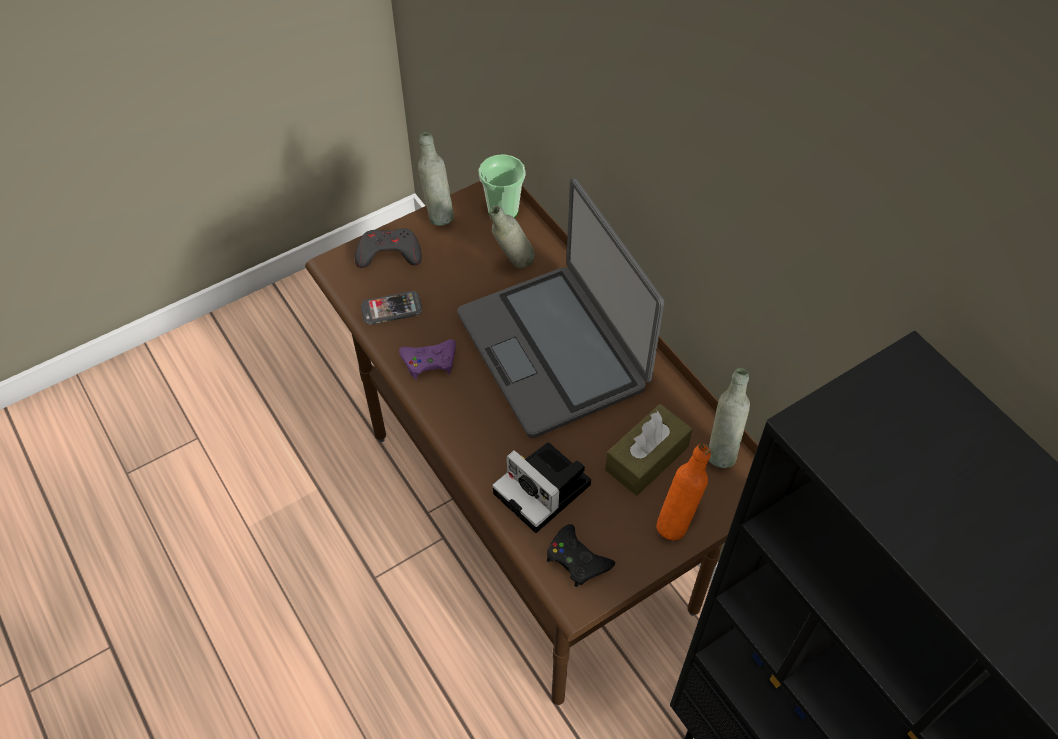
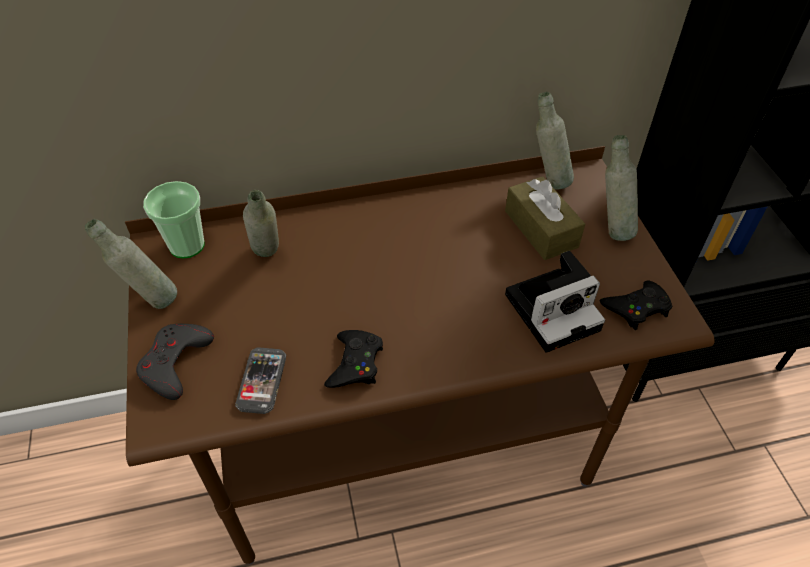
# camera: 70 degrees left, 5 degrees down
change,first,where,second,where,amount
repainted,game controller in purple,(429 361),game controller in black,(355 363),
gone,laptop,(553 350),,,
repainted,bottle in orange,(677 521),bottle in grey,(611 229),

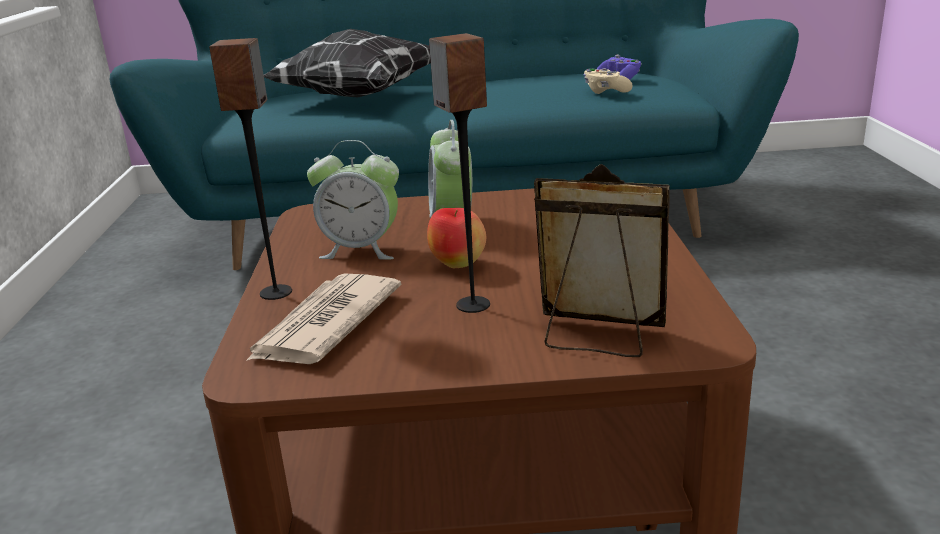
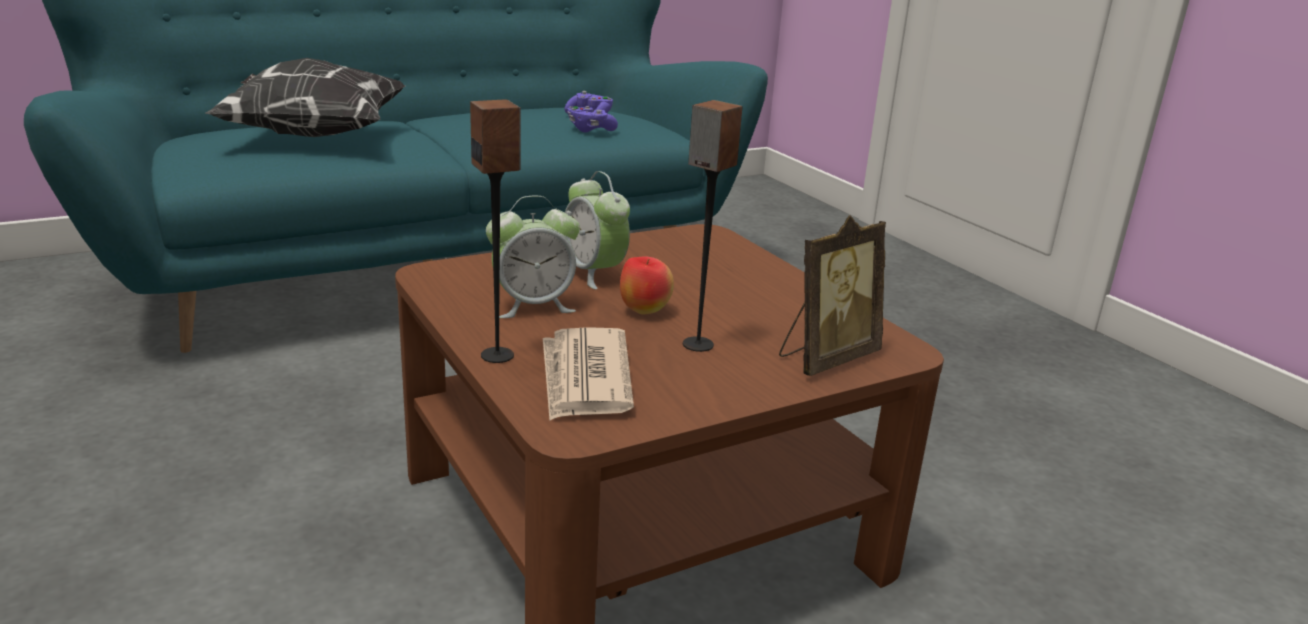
# camera: 30 degrees left, 0 degrees up
change,first,where,second,where,amount
rotated,picture frame,(598 337),,(825 358),150 degrees clockwise
repainted,game controller in beige,(605 91),game controller in purple,(590 130),

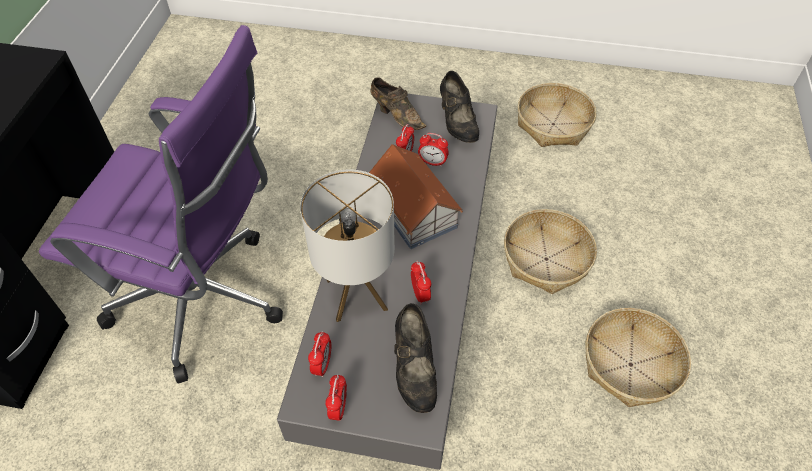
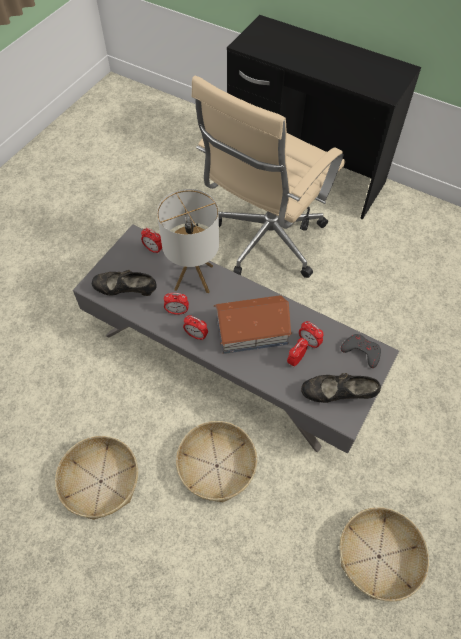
# camera: 110 degrees right, 5 degrees up
change,first,where,second,where,amount
repainted,office chair in purple,(206 302),office chair in beige,(265 243),
shifted,alarm clock,(338 408),,(196 335),
swapped,shoe in brown,(396 115),game controller in grey,(361 351),

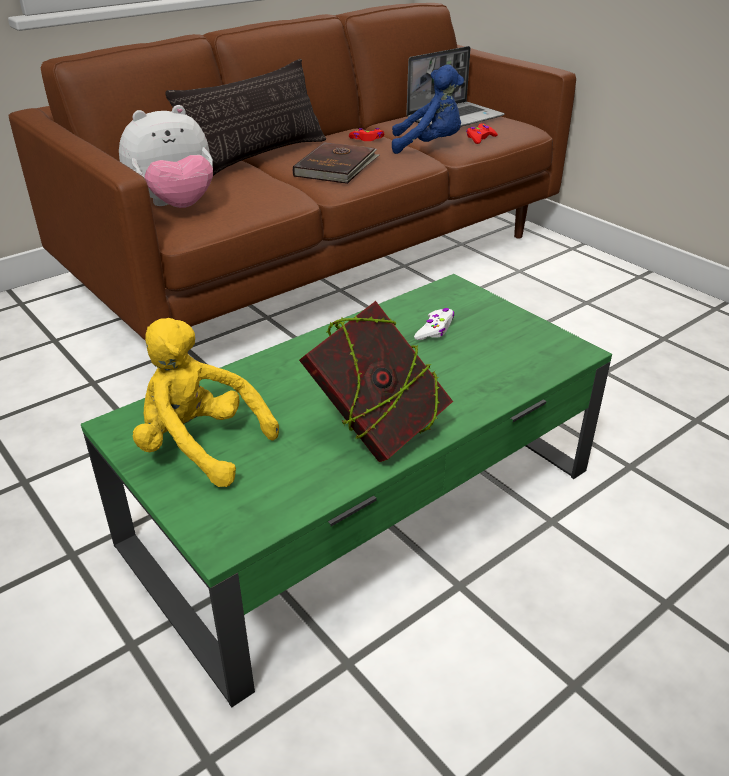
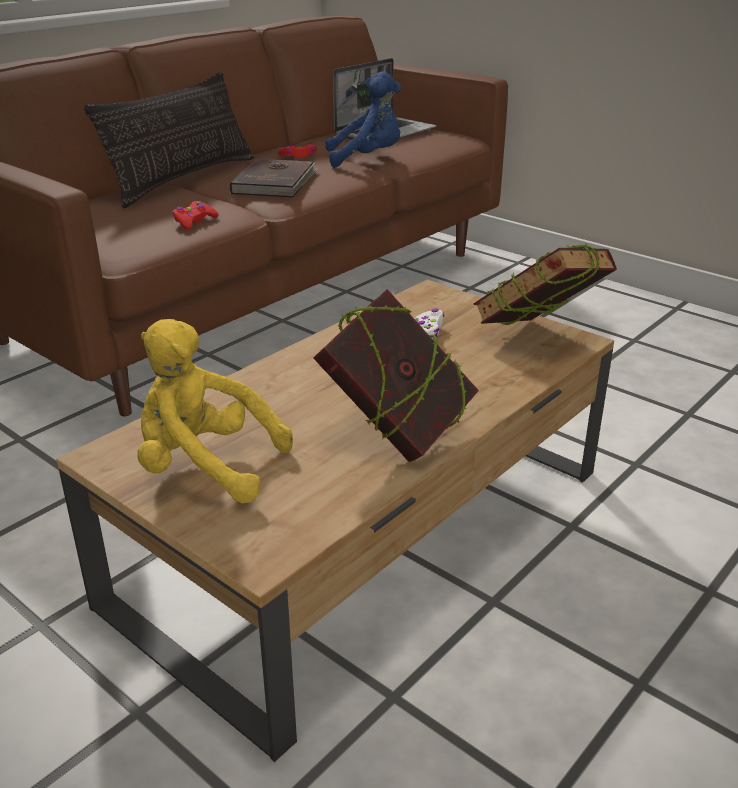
# camera: 10 degrees left, 5 degrees down
change,first,where,second,where,amount
repainted,coffee table in green,(365 505),coffee table in brown,(369 532),
gone,plush toy,(176 206),,,
shifted,game controller in red,(480 138),,(194 221),
new,,,book,(538 338),

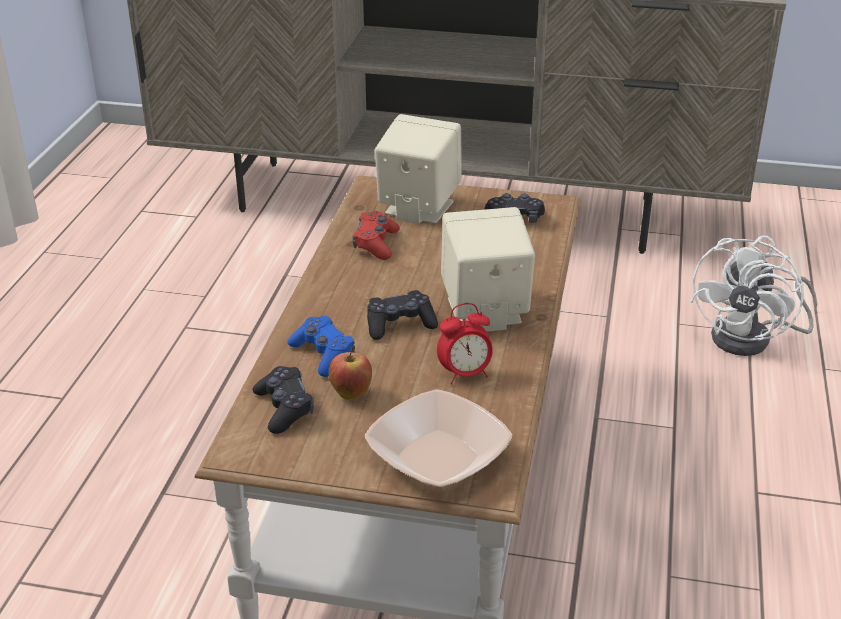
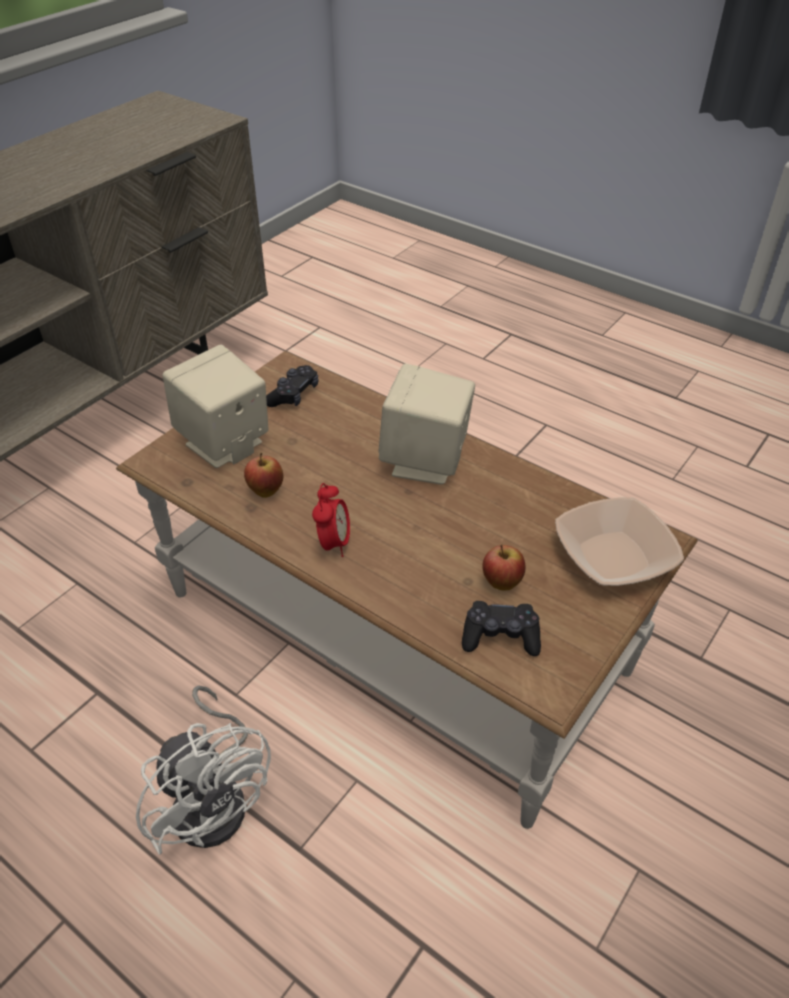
# camera: 65 degrees left, 10 degrees up
change,first,where,second,where,amount
gone,game controller in blue,(323 354),,,
swapped,game controller in red,(376 244),apple,(265 491),
gone,game controller in black,(400 324),,,
shifted,alarm clock,(465 374),,(334 543),
shifted,fan in white,(752 338),,(216 798),

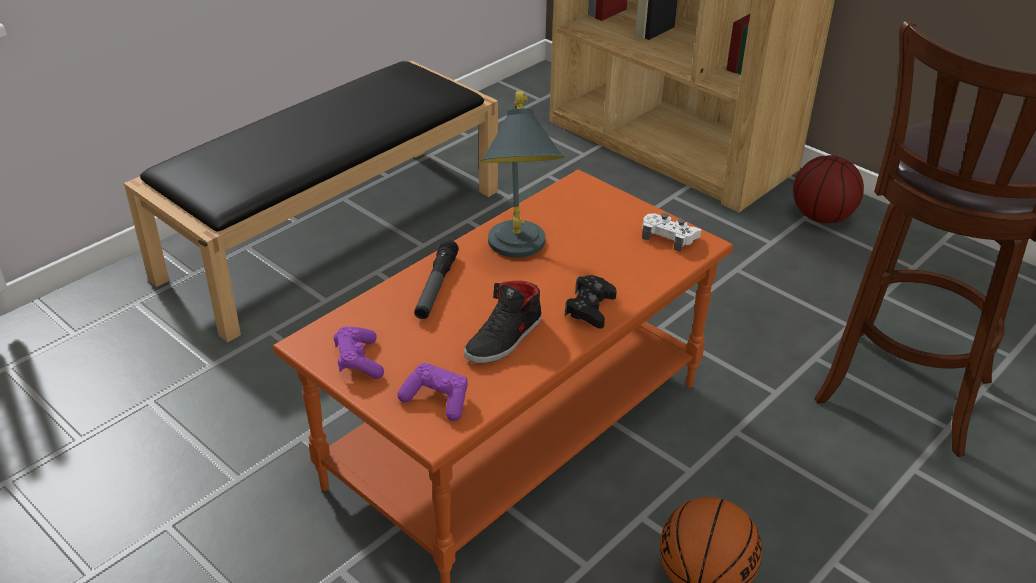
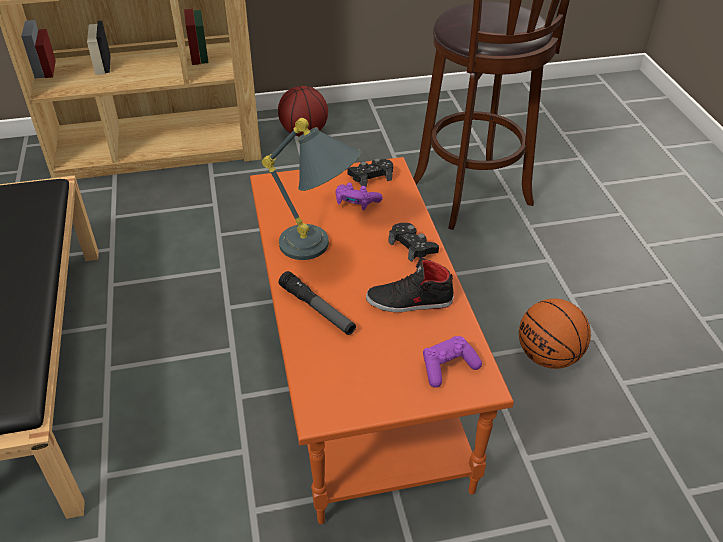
# camera: 55 degrees left, 5 degrees up
change,first,where,second,where,amount
shifted,game controller in purple,(359 361),,(356 203),
rotated,shoe in black,(505 339),,(409 301),105 degrees clockwise
repainted,game controller in white,(669 236),game controller in black,(371 176),

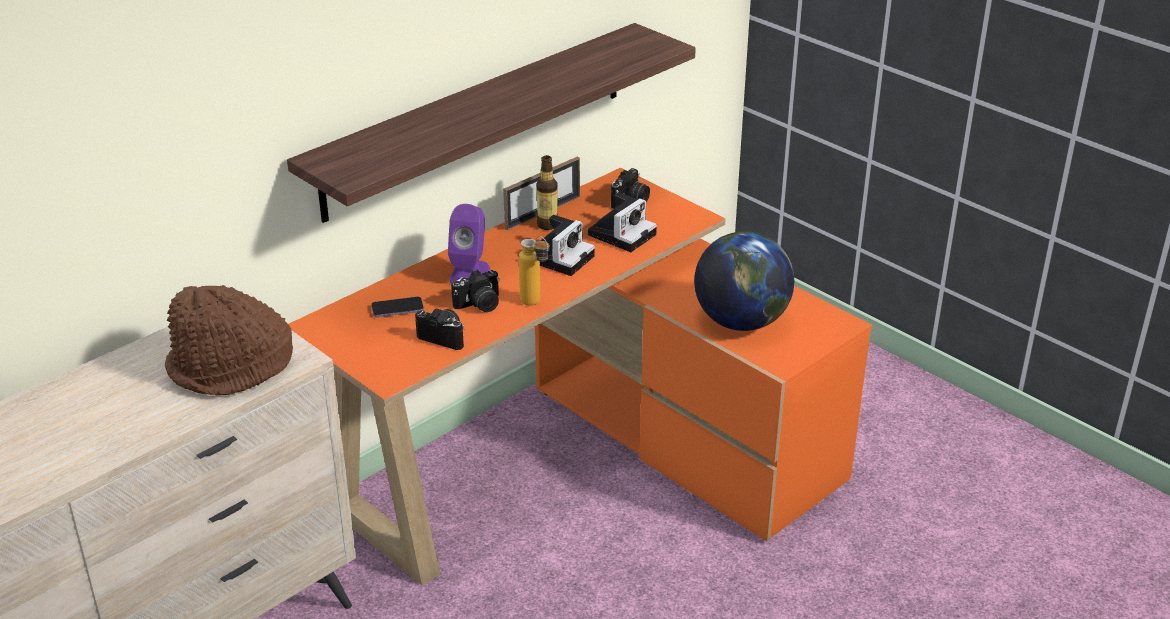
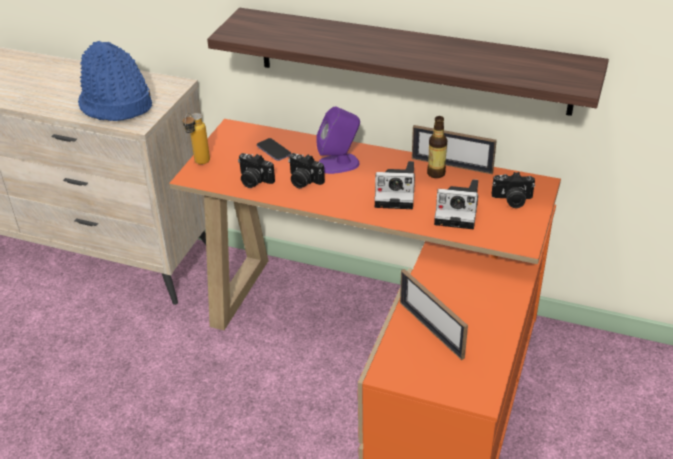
# camera: 65 degrees right, 5 degrees up
change,first,where,second,where,amount
repainted,hat in brown,(231 367),hat in blue,(115 105),
rotated,photo camera,(444 337),,(254 181),120 degrees clockwise
shifted,bottle,(536 304),,(199 164),
swapped,globe,(741 321),picture frame,(431 329),

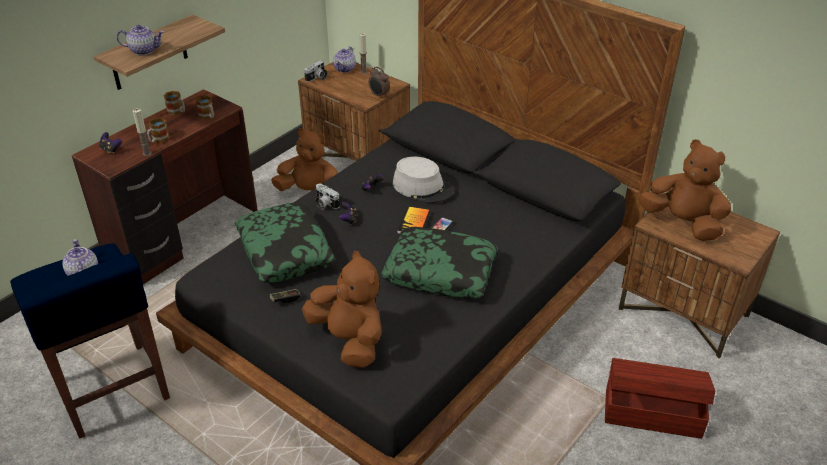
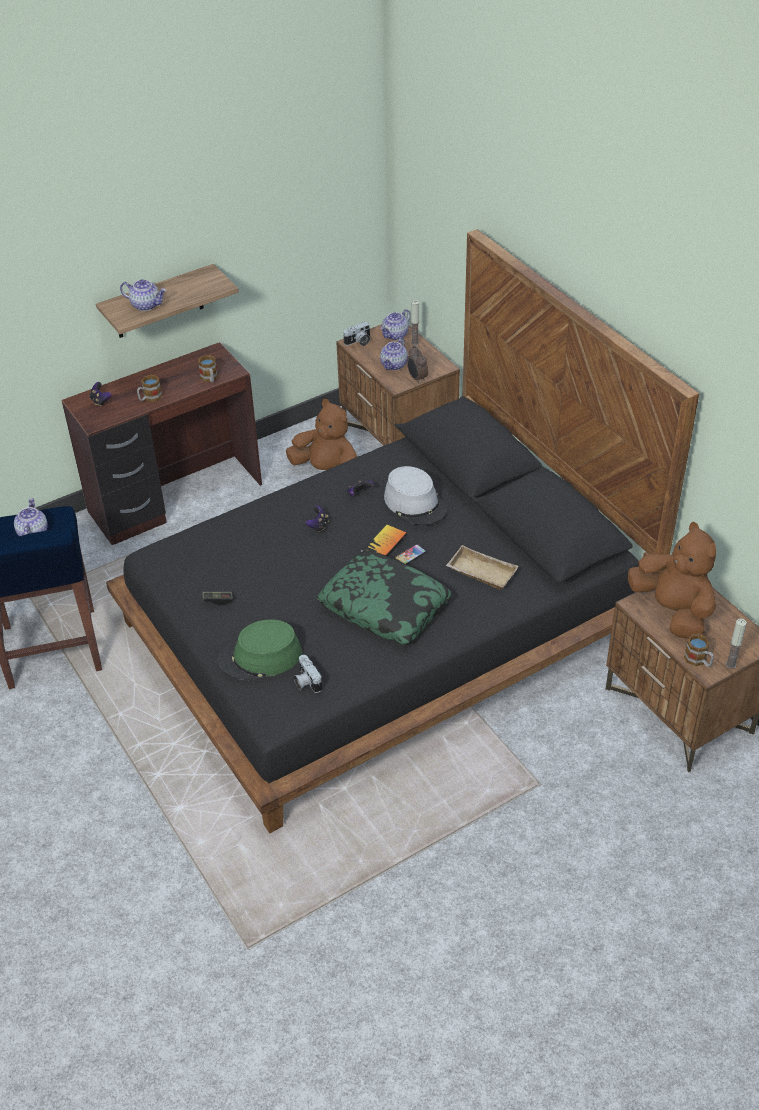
# camera: 20 degrees right, 5 degrees up
change,first,where,second,where,amount
shifted,candle,(147 153),,(730 664),
shifted,mug,(177 112),,(698 661),
gone,pillow,(285 251),,,
swapped,plush toy in brown,(349 340),hat in green,(260 658),
shifted,photo camera,(325 204),,(306 682),
gone,storage box in brown,(651 412),,,
new,,,teapot,(394 365),
new,,,tray in beige,(480 573),

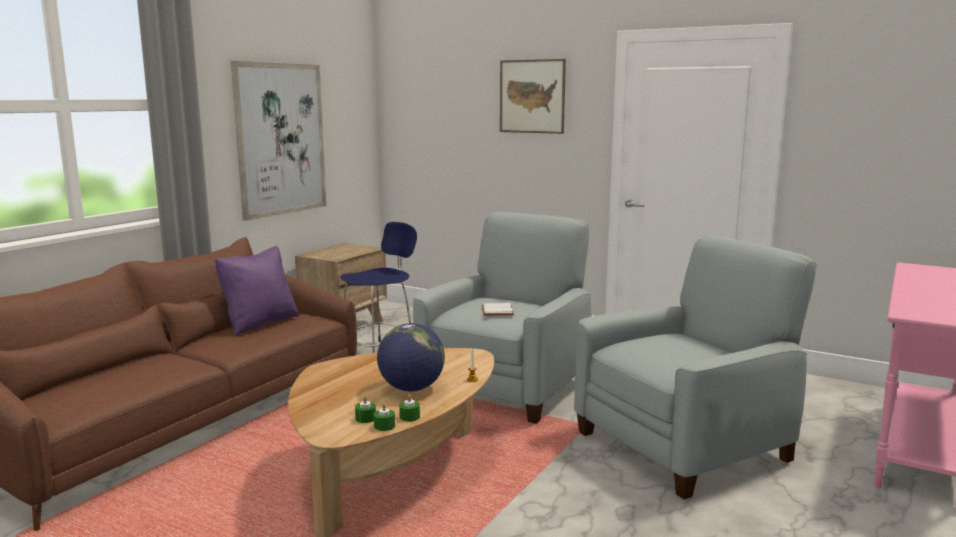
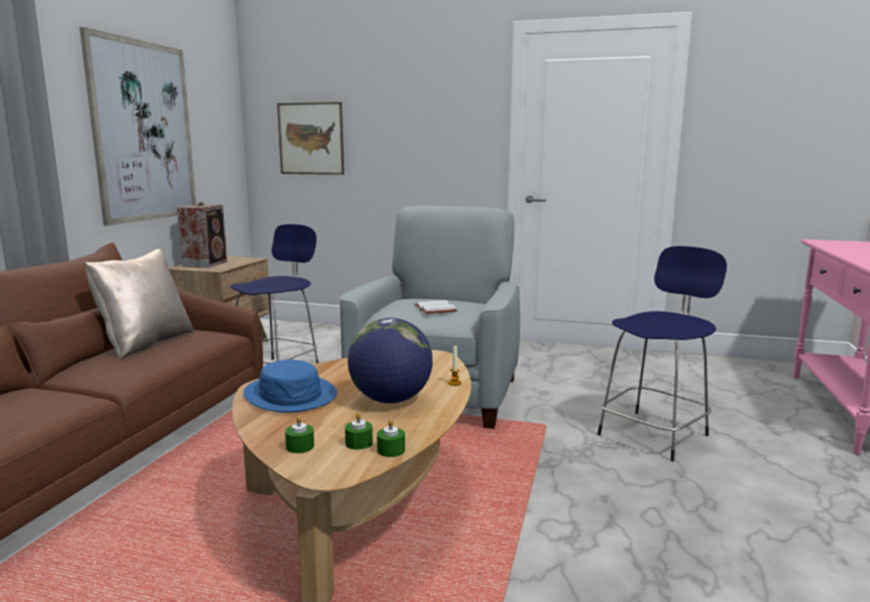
# camera: 15 degrees left, 0 degrees up
change,first,where,second,where,amount
repainted,pillow in purple,(259 323),pillow in beige,(145 343),
shifted,candle in green,(409 417),,(300 446),
shifted,picture,(532 96),,(311 138),
swapped,armchair in grey,(685 445),stool in blue,(655 433),
new,,,speaker,(206 264),
new,,,hat in blue,(290 395),

